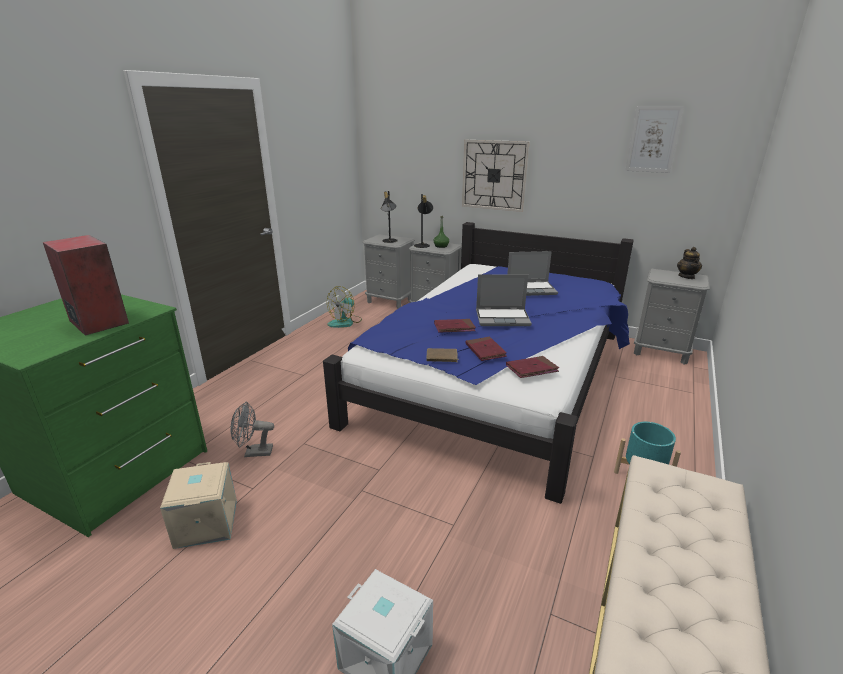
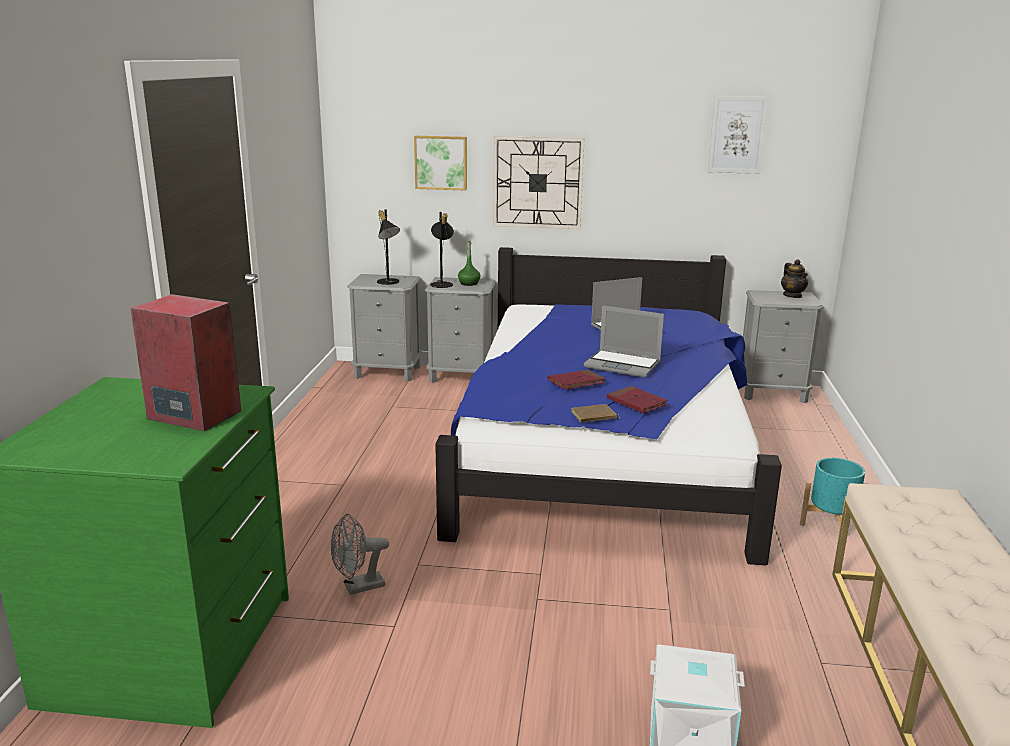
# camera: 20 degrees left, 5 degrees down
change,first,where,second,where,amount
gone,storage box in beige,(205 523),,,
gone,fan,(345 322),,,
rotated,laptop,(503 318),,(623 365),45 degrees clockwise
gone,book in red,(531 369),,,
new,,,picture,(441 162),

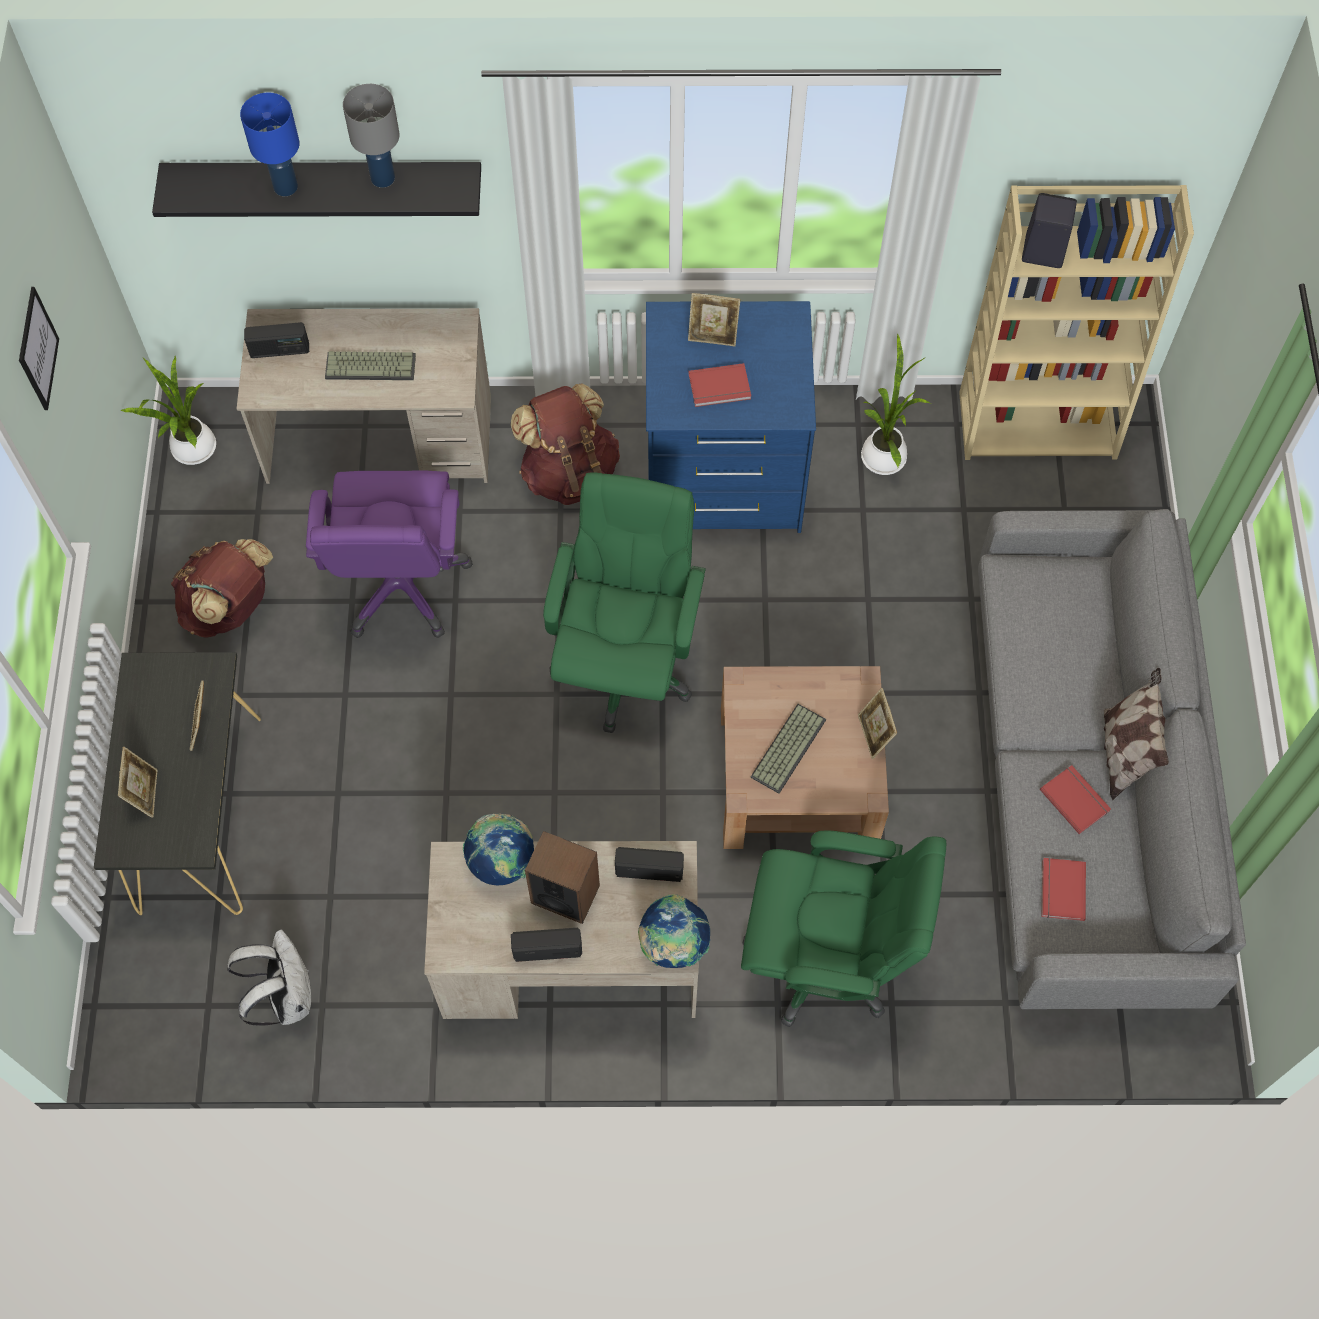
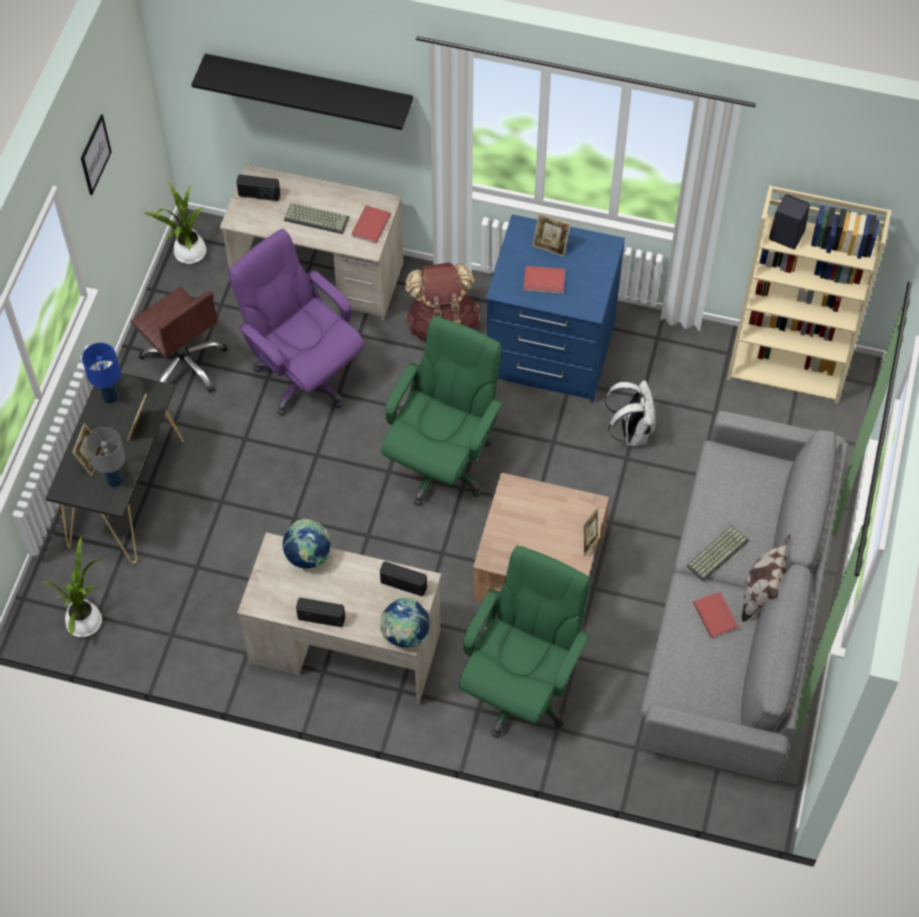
# camera: 15 degrees right, 5 degrees down
change,first,where,second,where,amount
swapped,backpack in brown,(230 607),office chair in brown,(184 364),
shifted,backpack in white,(286 996),,(631 431),
shifted,table lamp in blue,(285 186),,(110 396),
rotated,office chair in purple,(401 585),,(304 375),120 degrees clockwise
shifted,table lamp in grey,(382 178),,(114 480),
gone,speaker,(565 894),,,
rotated,office chair in green,(825 957),,(520 688),90 degrees counterclockwise
shifted,keyboard,(787 747),,(717 552),
shifted,potted plant,(884 454),,(86 619),
shifted,book in red,(1061 890),,(369 225),

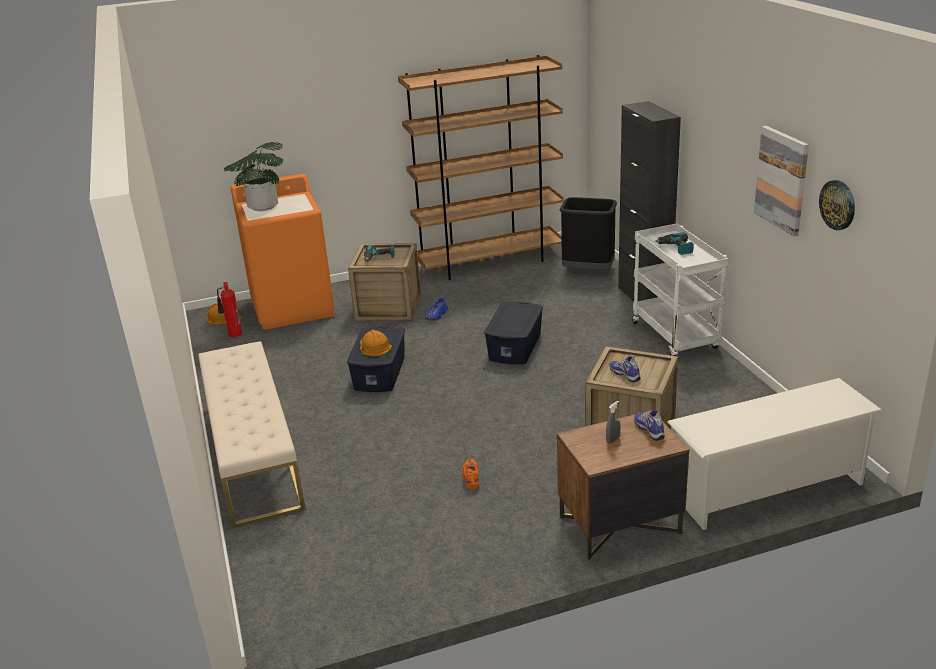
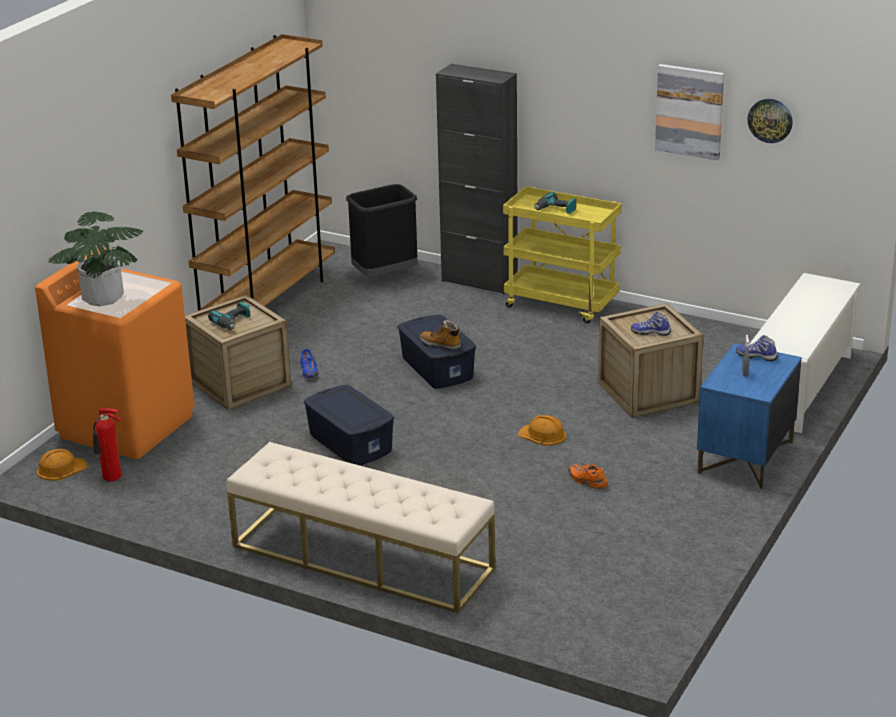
# camera: 45 degrees left, 0 degrees up
change,first,where,second,where,amount
shifted,hard hat in orange,(374 346),,(542 435),
repainted,nightstand in brown,(619 526),nightstand in blue,(745 458),
repainted,cart in white,(676 337),cart in yellow,(562 304),
new,,,boot,(441 344),

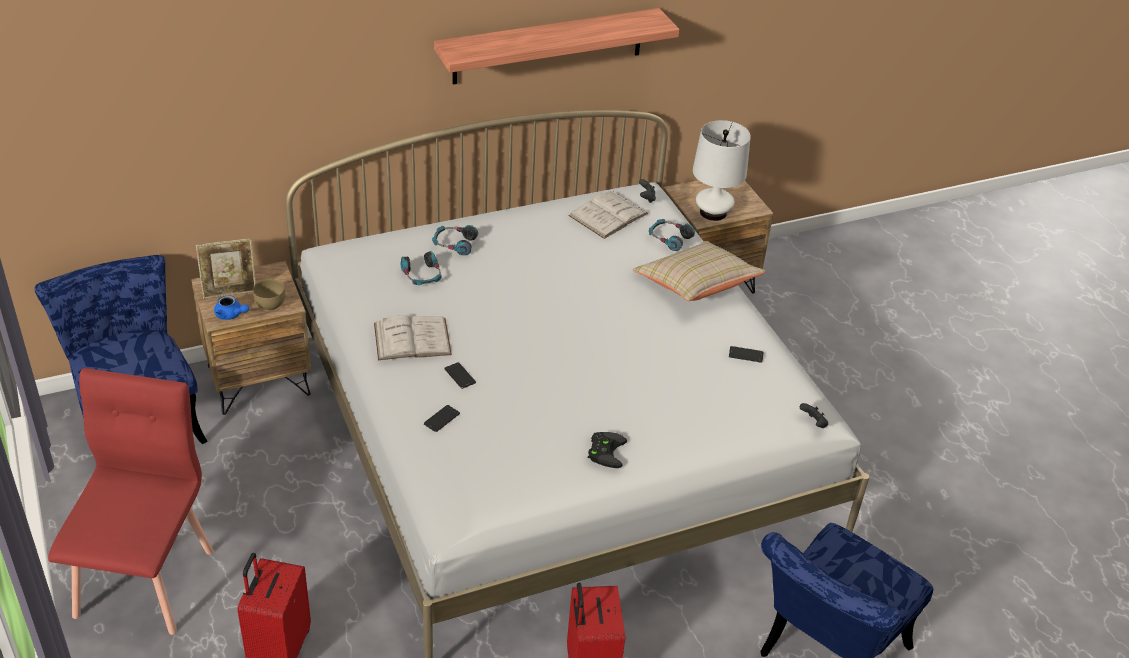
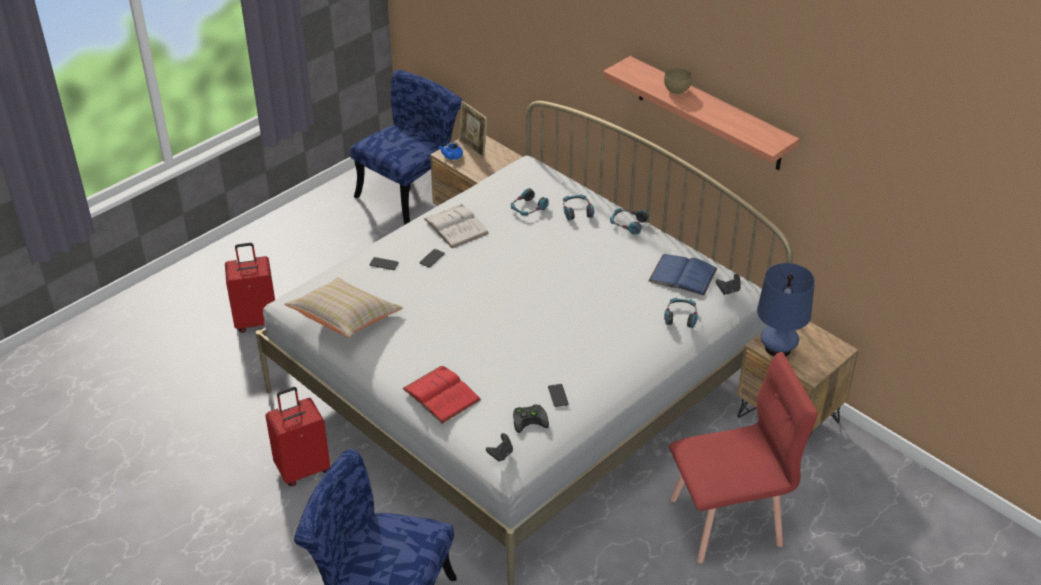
# camera: 70 degrees right, 0 degrees up
change,first,where,second,where,amount
shifted,chair in red,(146 581),,(727 522),
shifted,bowl in brown,(271 305),,(677 91),
repainted,book in white,(608 215),book in blue,(682 275),
shifted,game controller in black,(605 450),,(530 419),
shifted,pillow in beige,(696 286),,(345 320),
repainted,table lamp in white,(713 212),table lamp in blue,(777 348),
new,,,book in red,(441 394),
new,,,headphones,(628 224),

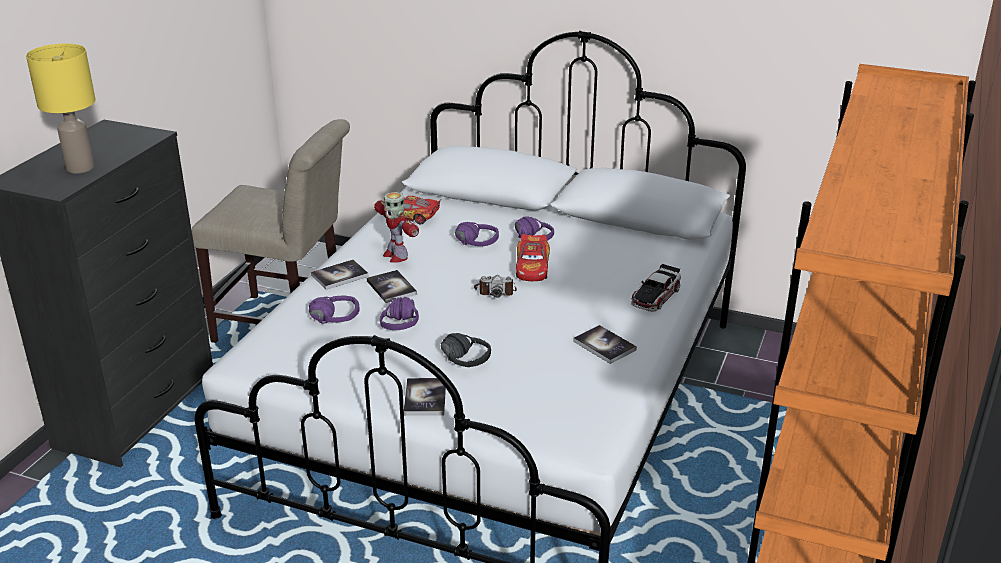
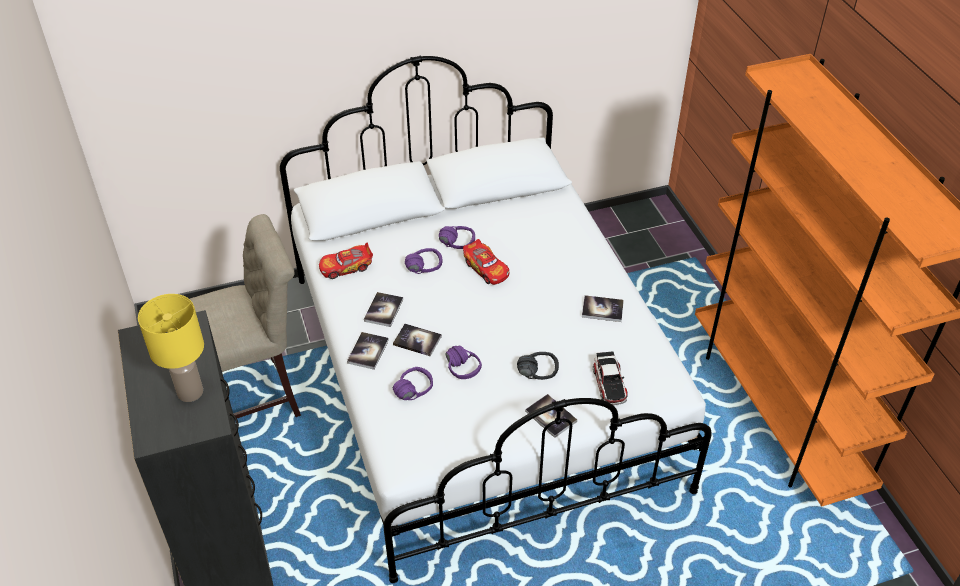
# camera: 40 degrees left, 15 degrees up
change,first,where,second,where,amount
swapped,toy robot,(396 255),book,(383 310),
gone,photo camera,(495 291),,,
shifted,toy car,(656 295),,(609 383),

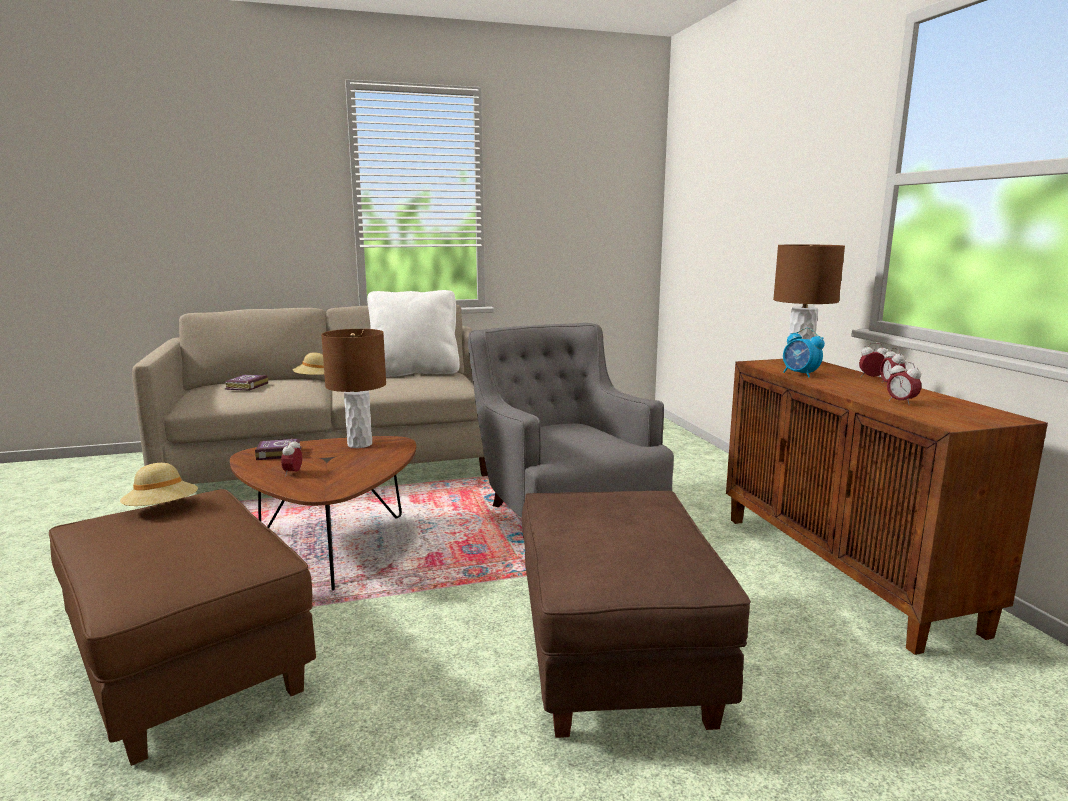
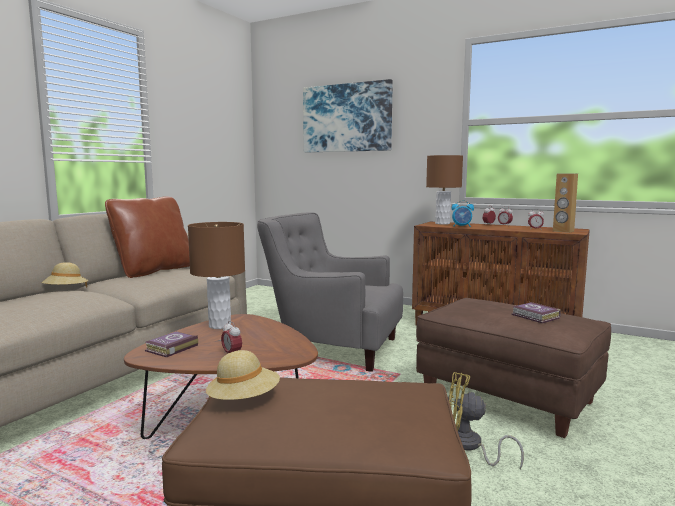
# camera: 45 degrees left, 5 degrees down
change,first,where,second,where,amount
shifted,book,(245 386),,(535 316),
repainted,pillow in white,(415 373),pillow in brown,(153 271),
new,,,picture,(346 118),
new,,,fan in yellow,(469 446),
new,,,speaker in brown,(563 231),

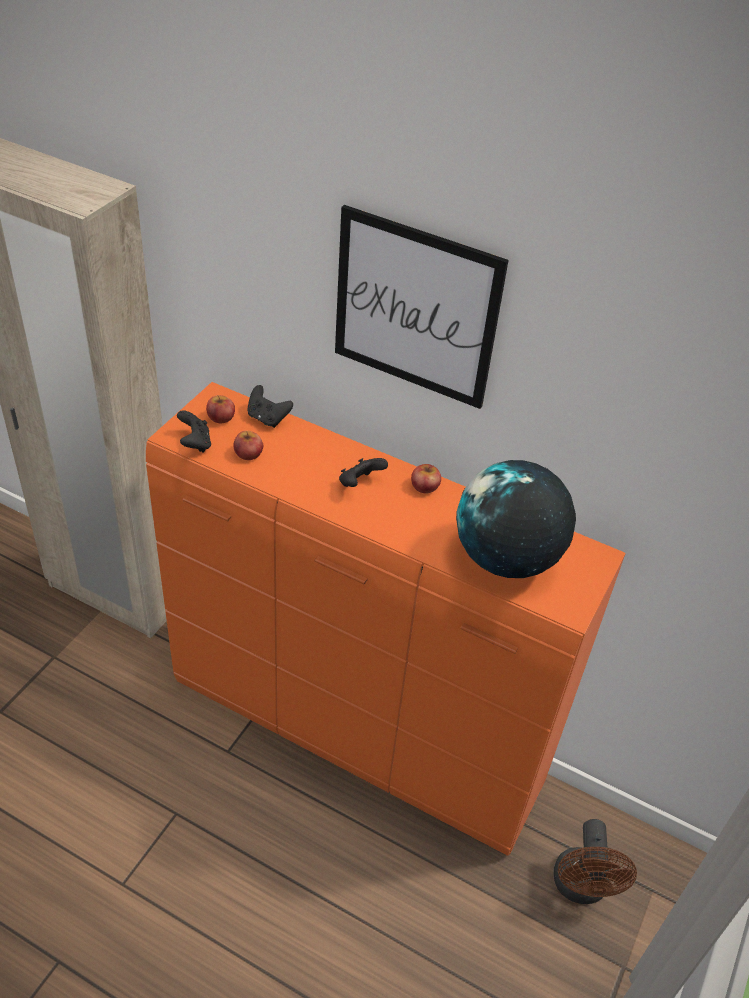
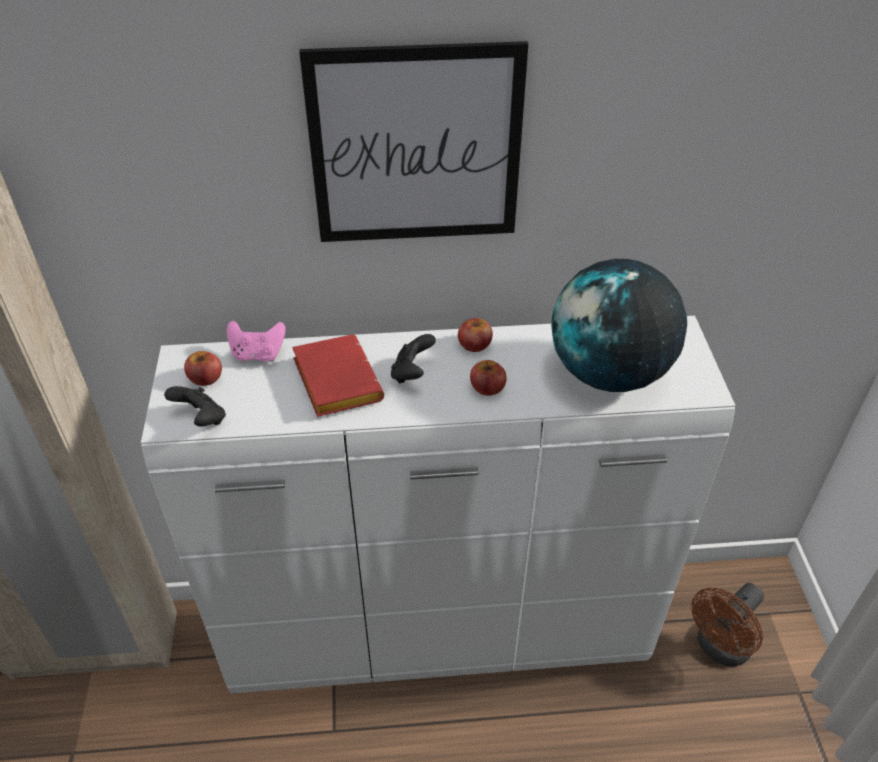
# camera: 30 degrees left, 0 degrees up
change,first,where,second,where,amount
repainted,dresser in orange,(355 736),dresser in white,(441 637),
shifted,apple,(248 453),,(487 387),
repainted,game controller in black,(267 418),game controller in pink,(258 354),
rotated,fan in brown,(581 888),,(719 648),75 degrees clockwise
new,,,book in red,(334 380),

